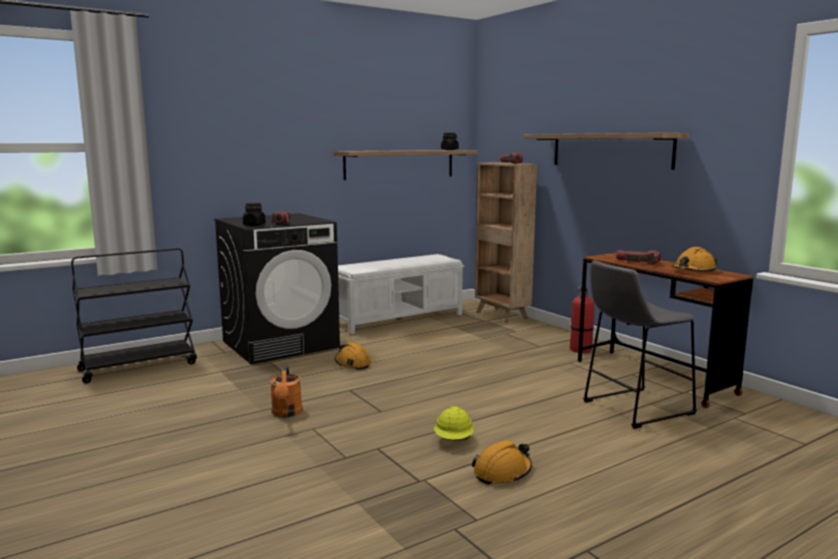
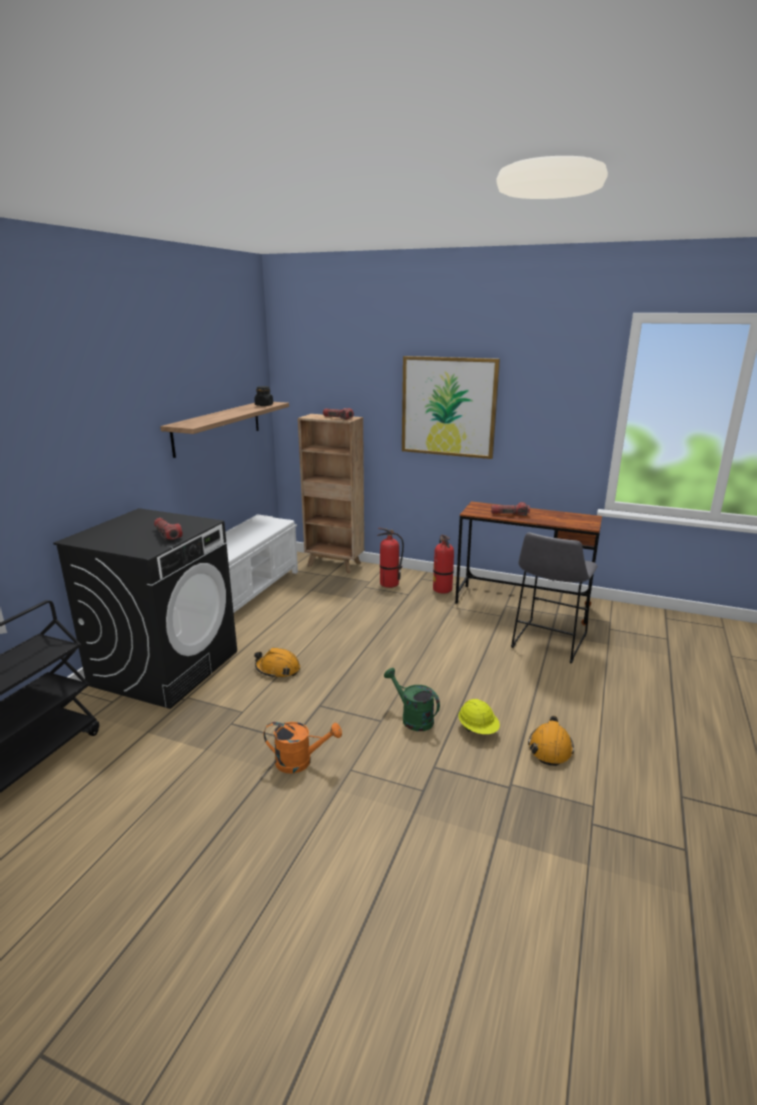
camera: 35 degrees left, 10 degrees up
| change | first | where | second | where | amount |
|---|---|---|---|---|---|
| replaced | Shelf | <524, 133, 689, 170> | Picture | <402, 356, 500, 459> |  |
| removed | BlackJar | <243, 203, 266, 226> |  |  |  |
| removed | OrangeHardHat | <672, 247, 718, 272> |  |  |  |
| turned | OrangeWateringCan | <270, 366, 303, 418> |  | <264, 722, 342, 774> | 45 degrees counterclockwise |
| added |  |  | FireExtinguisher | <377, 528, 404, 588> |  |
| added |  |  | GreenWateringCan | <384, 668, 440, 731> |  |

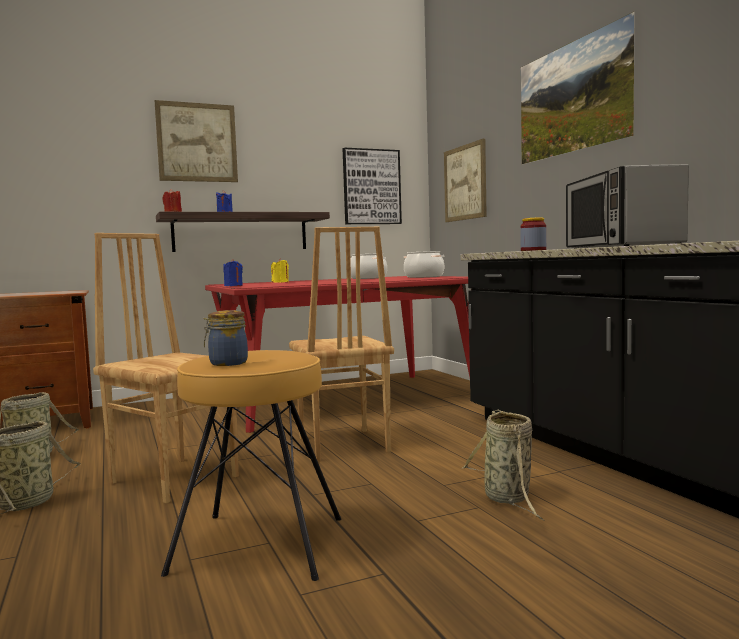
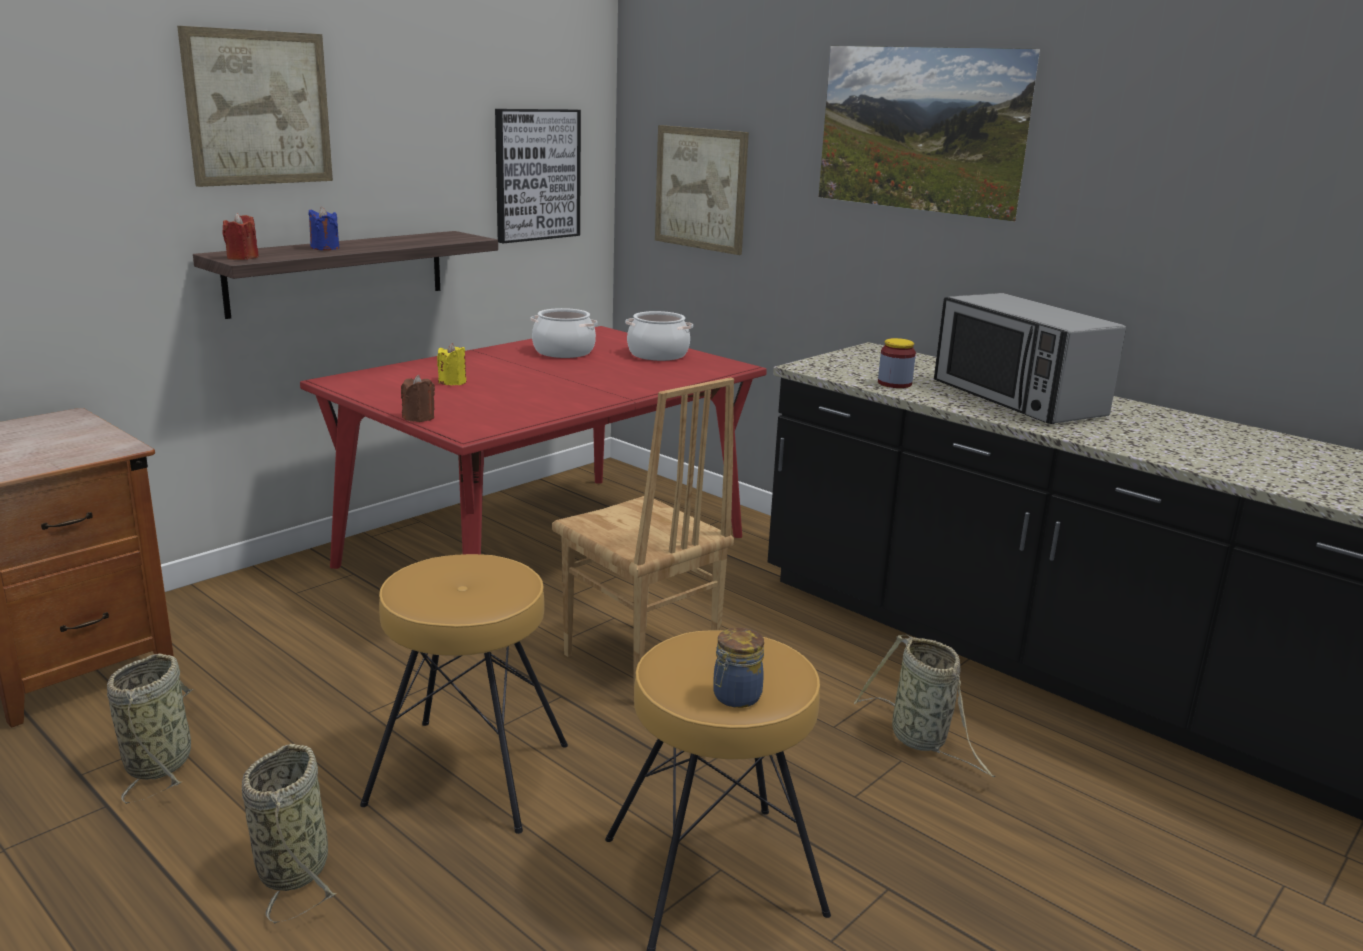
camera: 25 degrees left, 15 degrees up
| change | first | where | second | where | amount |
|---|---|---|---|---|---|
| replaced | BrownChair | <93, 233, 239, 504> | BrownStool | <360, 554, 568, 834> |  |
| recoloured | BlueCandle | <223, 259, 243, 286> | BrownCandle | <401, 375, 435, 422> |  |

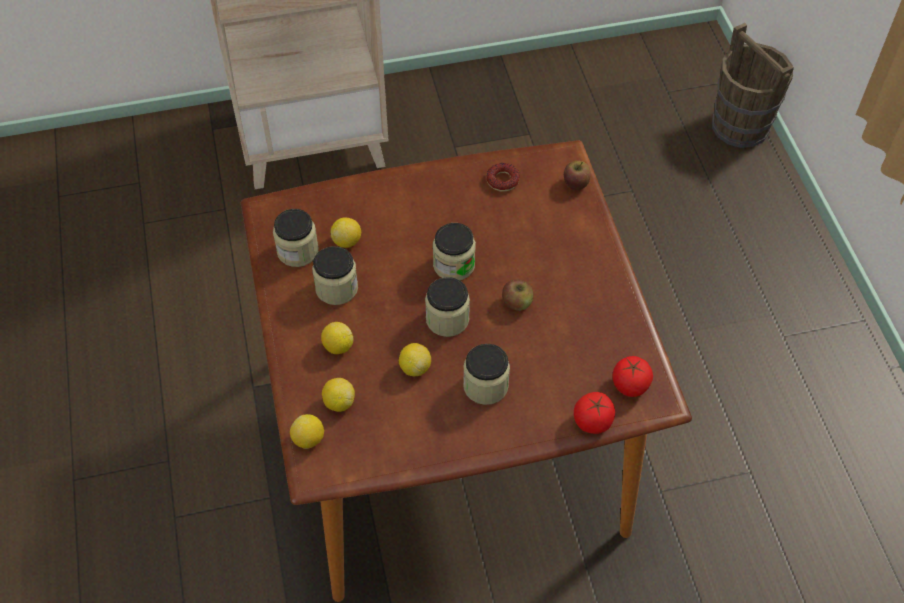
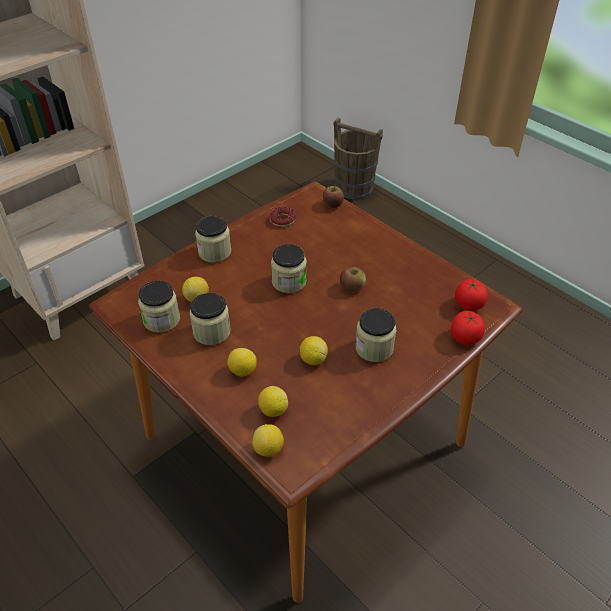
camera: 30 degrees left, 10 degrees down
| change | first | where | second | where | amount |
|---|---|---|---|---|---|
| moved | Jar | <425, 277, 470, 337> |  | <195, 216, 231, 263> |  |

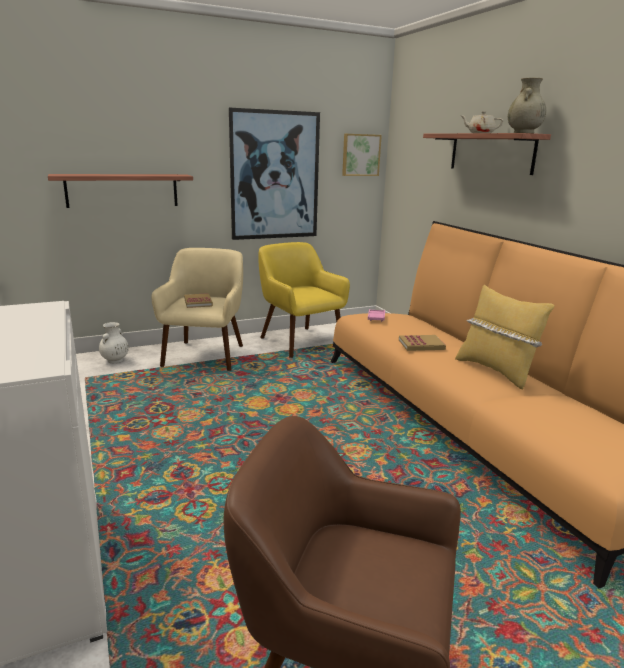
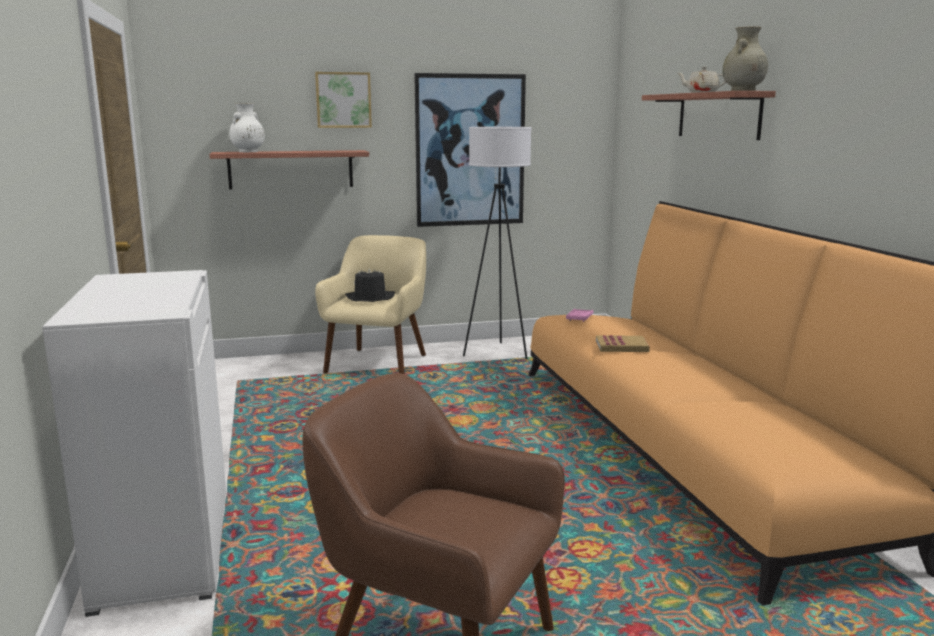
camera: 10 degrees right, 5 degrees down
| change | first | where | second | where | amount |
|---|---|---|---|---|---|
| moved | Picture | <342, 134, 382, 176> |  | <315, 72, 372, 128> |  |
| replaced | YellowArmchair | <259, 242, 350, 358> | WhiteFloorLamp | <463, 127, 532, 359> |  |
| removed | YellowPillow | <455, 285, 554, 390> |  |  |  |
| replaced | Book | <184, 293, 213, 308> | BlackHat | <345, 268, 395, 302> |  |
| moved | WhiteVase | <99, 322, 129, 363> |  | <229, 103, 265, 152> |  |

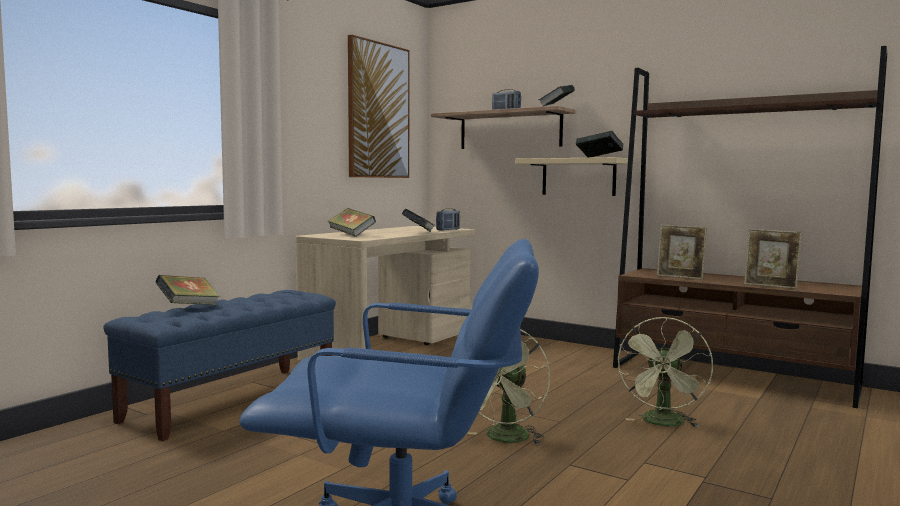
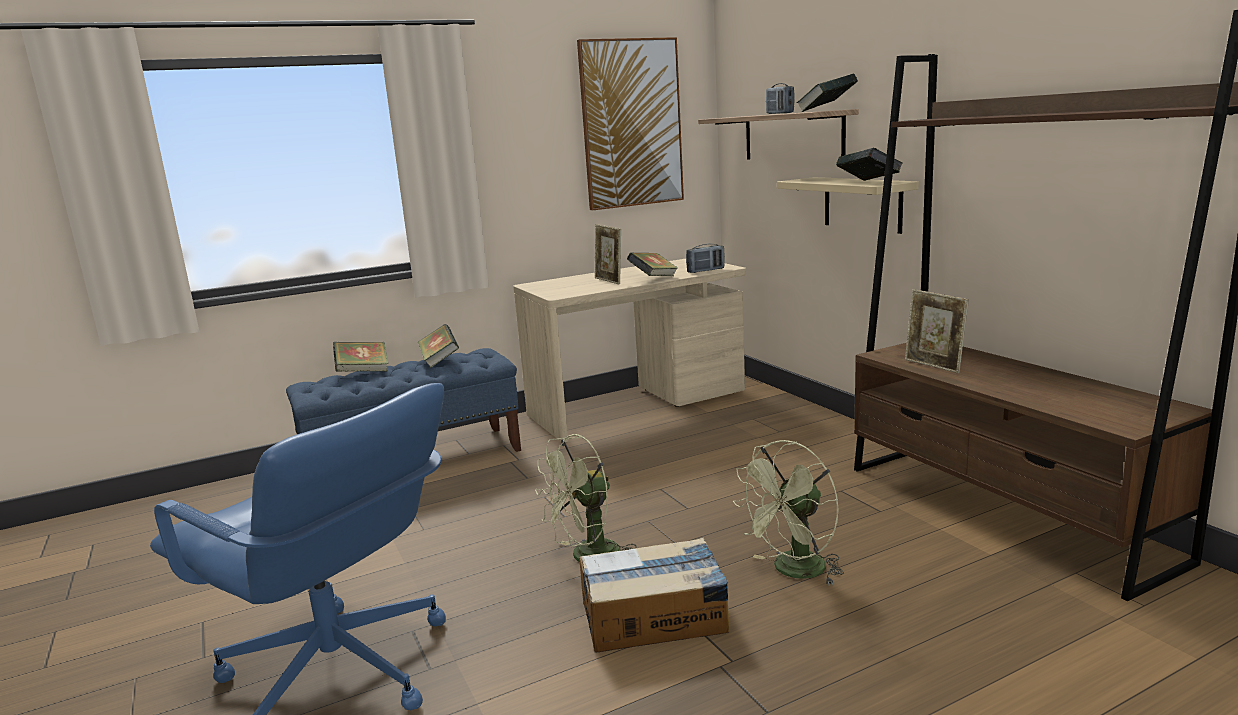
camera: 30 degrees right, 10 degrees up
| change | first | where | second | where | amount |
|---|---|---|---|---|---|
| moved | Book | <328, 208, 376, 237> |  | <418, 324, 459, 368> |  |
| moved | PictureFrame | <744, 229, 802, 289> |  | <595, 224, 621, 284> |  |
| added |  |  | CardboardBox | <579, 537, 729, 653> |  |

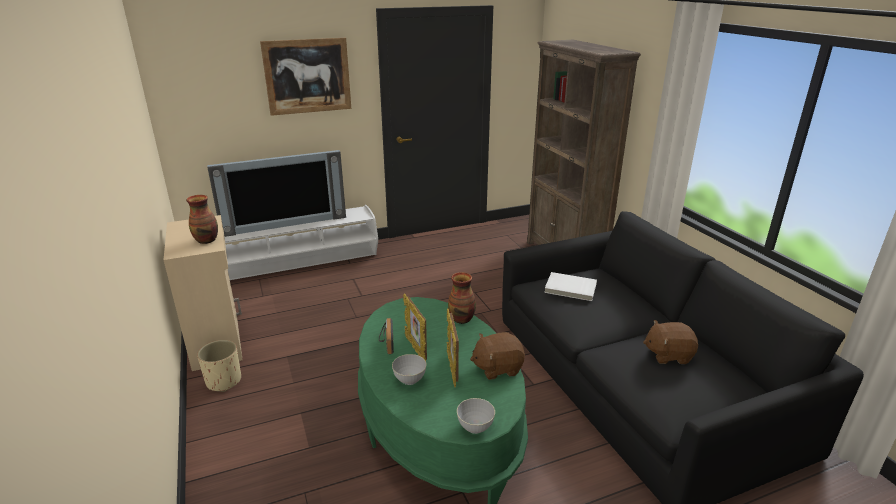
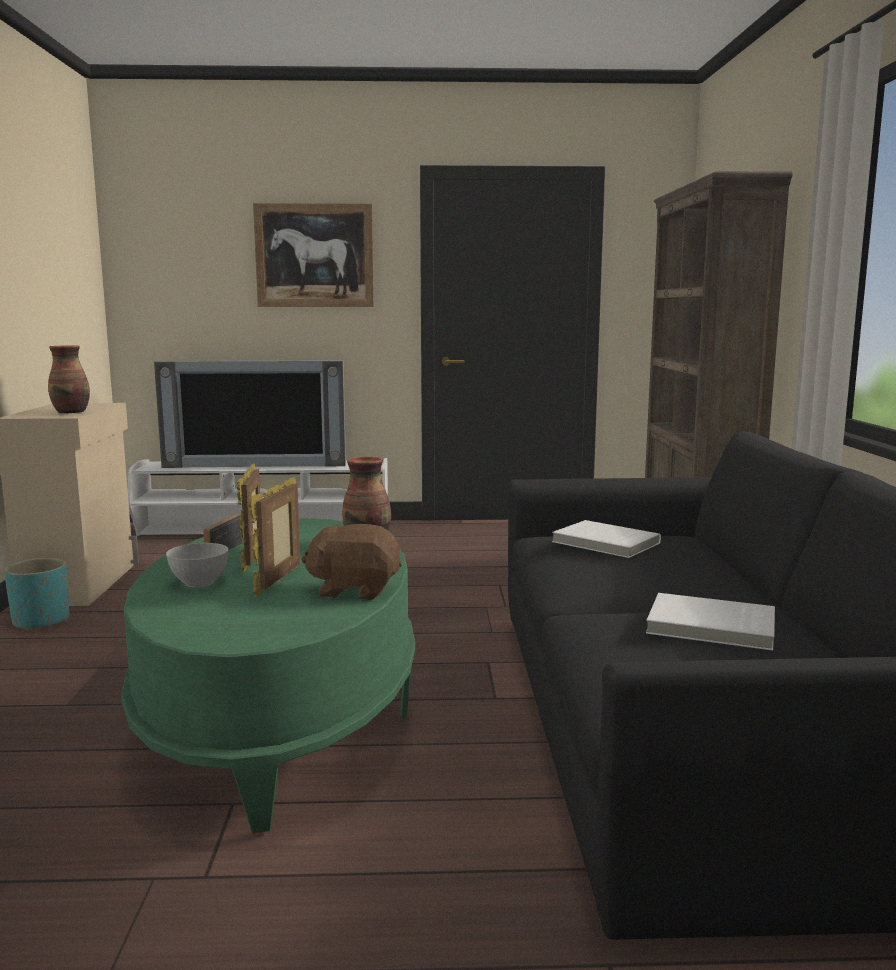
camera: 20 degrees right, 15 degrees down
| change | first | where | second | where | amount |
|---|---|---|---|---|---|
| replaced | BrownPlushToy | <643, 320, 698, 364> | WhiteBook | <646, 593, 775, 650> |  |
| recoloured | BeigePlanter | <197, 340, 241, 392> | TurquoisePlanter | <4, 558, 69, 631> |  |
| removed | GreyBowl | <457, 398, 495, 434> |  |  |  |

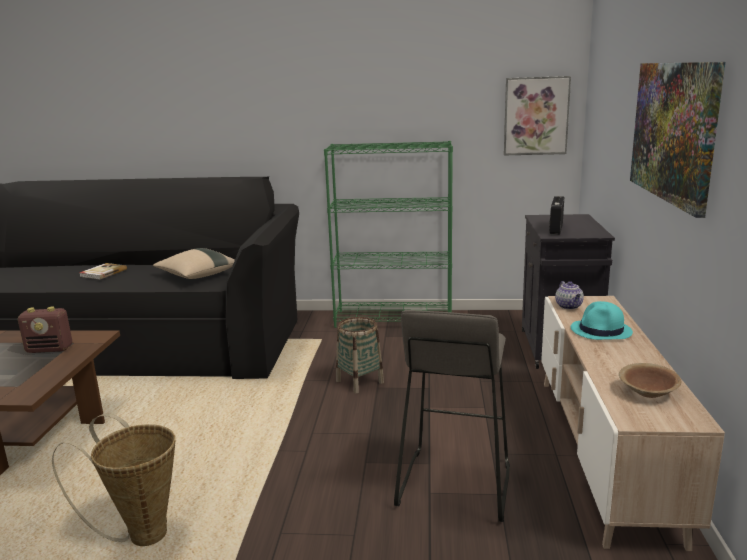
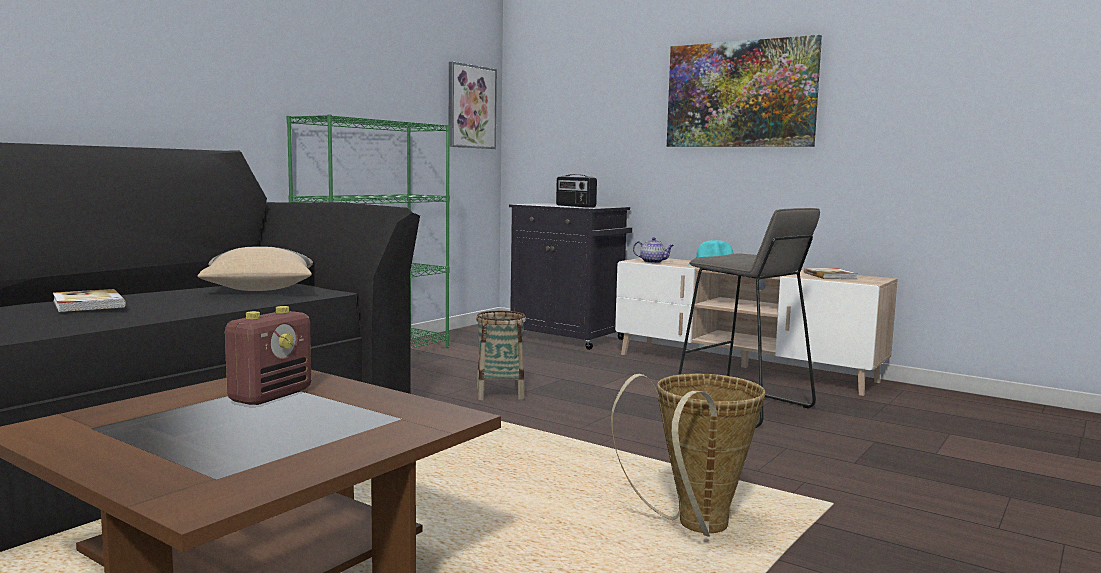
camera: 60 degrees left, 10 degrees down
| change | first | where | second | where | amount |
|---|---|---|---|---|---|
| replaced | BrownBowl | <619, 363, 681, 398> | Book | <804, 268, 858, 279> |  |

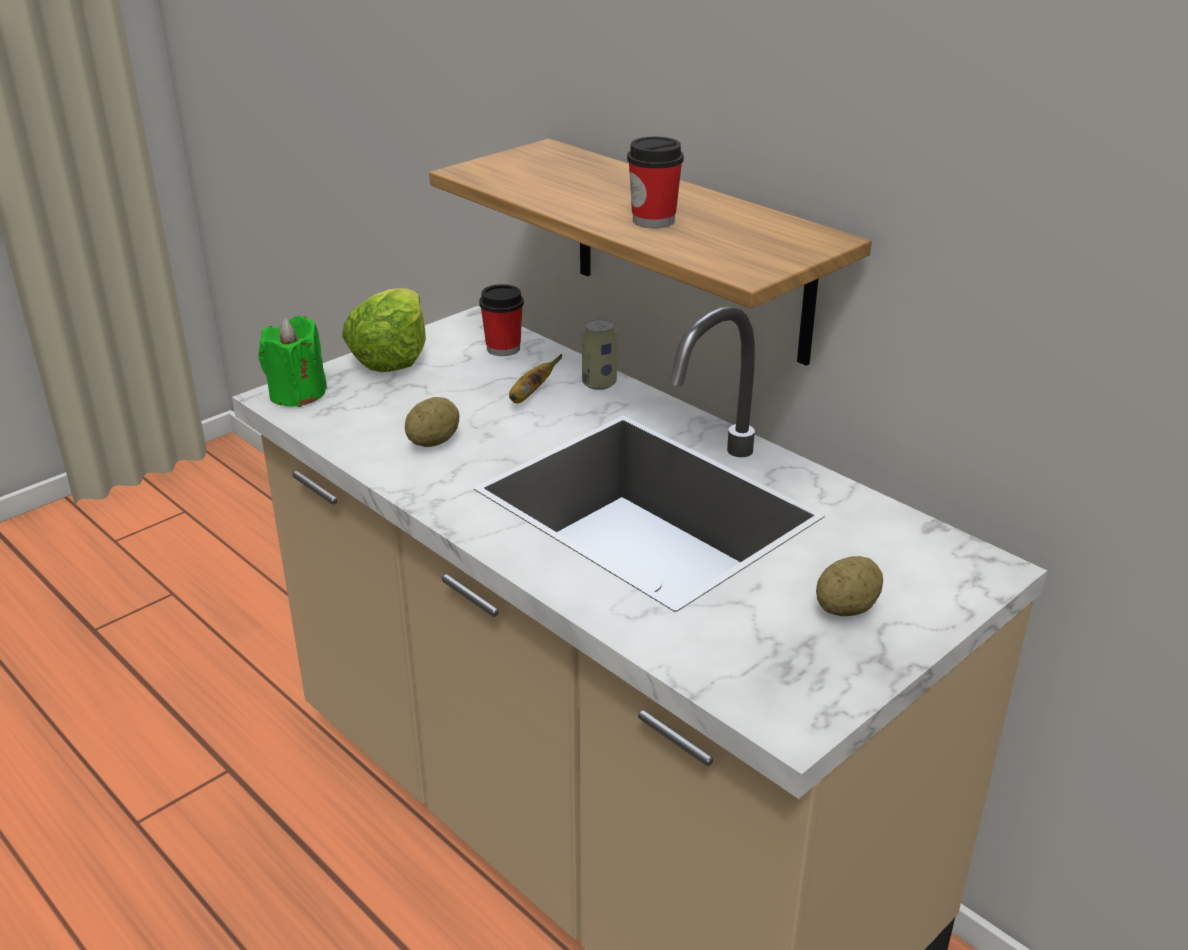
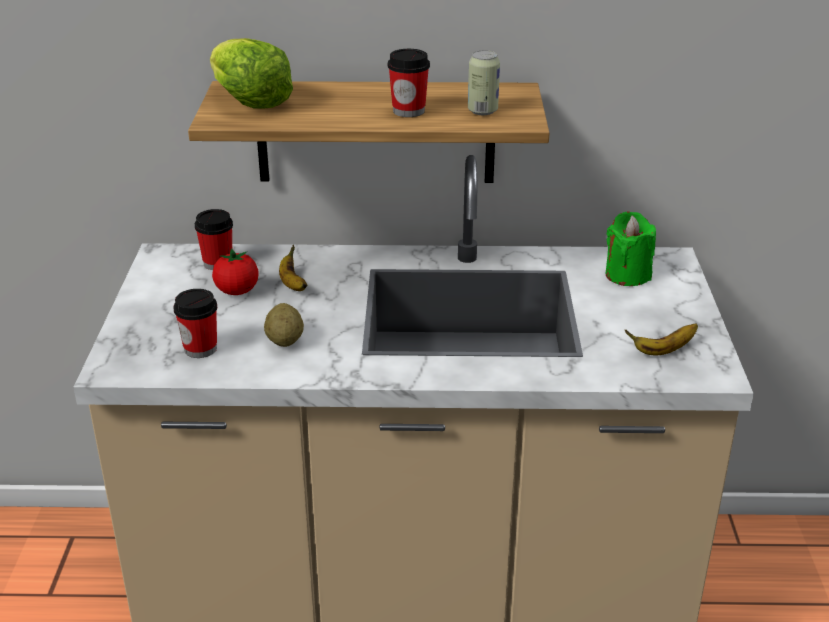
camera: 45 degrees left, 0 degrees up
| change | first | where | second | where | amount |
|---|---|---|---|---|---|
| moved | Lettuce | <342, 288, 426, 372> |  | <210, 38, 293, 109> |  |
| moved | GreenCandle | <258, 316, 327, 407> |  | <605, 211, 656, 286> |  |
| moved | Can | <582, 319, 617, 390> |  | <468, 50, 500, 115> |  |
| removed | Potato | <816, 556, 883, 616> |  |  |  |
| added |  |  | Tomato | <212, 248, 259, 295> |  |
| added |  |  | Cup | <173, 289, 217, 358> |  |
| added |  |  | Banana | <625, 323, 698, 355> |  |

